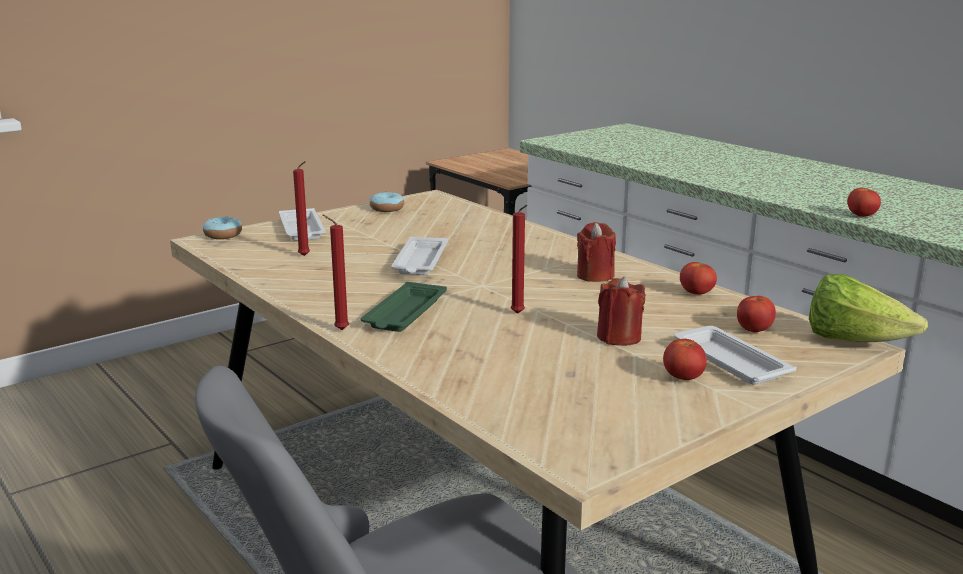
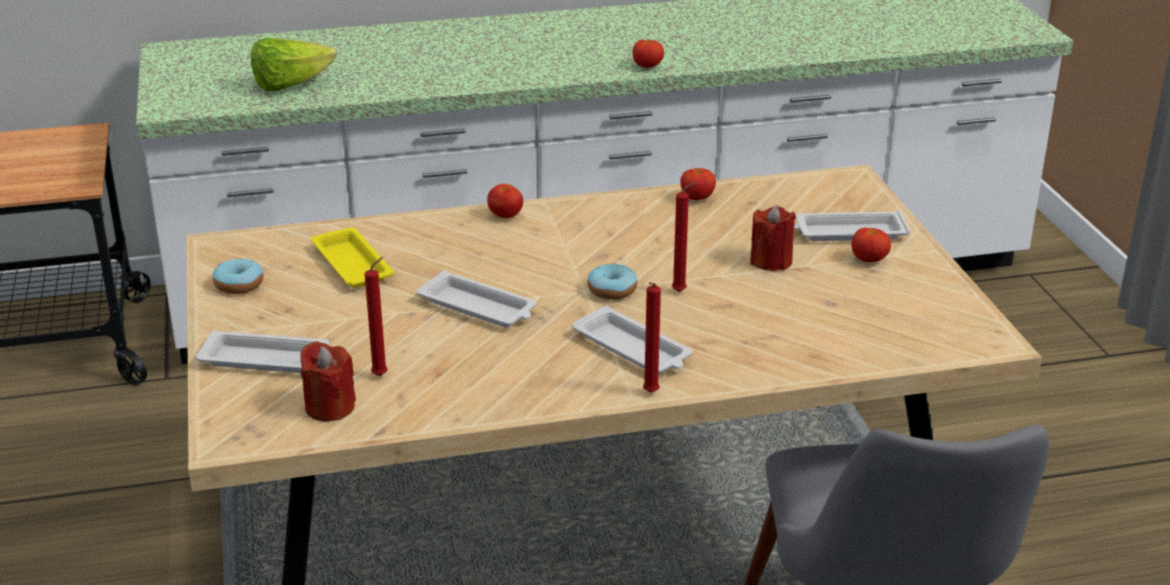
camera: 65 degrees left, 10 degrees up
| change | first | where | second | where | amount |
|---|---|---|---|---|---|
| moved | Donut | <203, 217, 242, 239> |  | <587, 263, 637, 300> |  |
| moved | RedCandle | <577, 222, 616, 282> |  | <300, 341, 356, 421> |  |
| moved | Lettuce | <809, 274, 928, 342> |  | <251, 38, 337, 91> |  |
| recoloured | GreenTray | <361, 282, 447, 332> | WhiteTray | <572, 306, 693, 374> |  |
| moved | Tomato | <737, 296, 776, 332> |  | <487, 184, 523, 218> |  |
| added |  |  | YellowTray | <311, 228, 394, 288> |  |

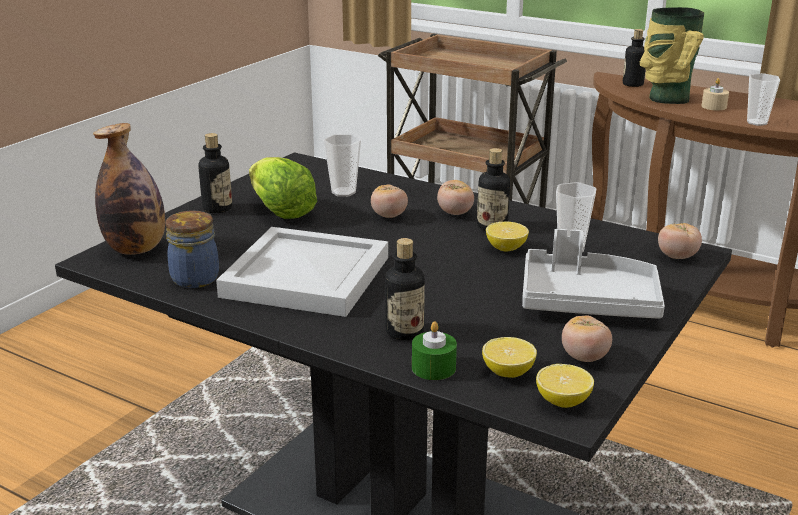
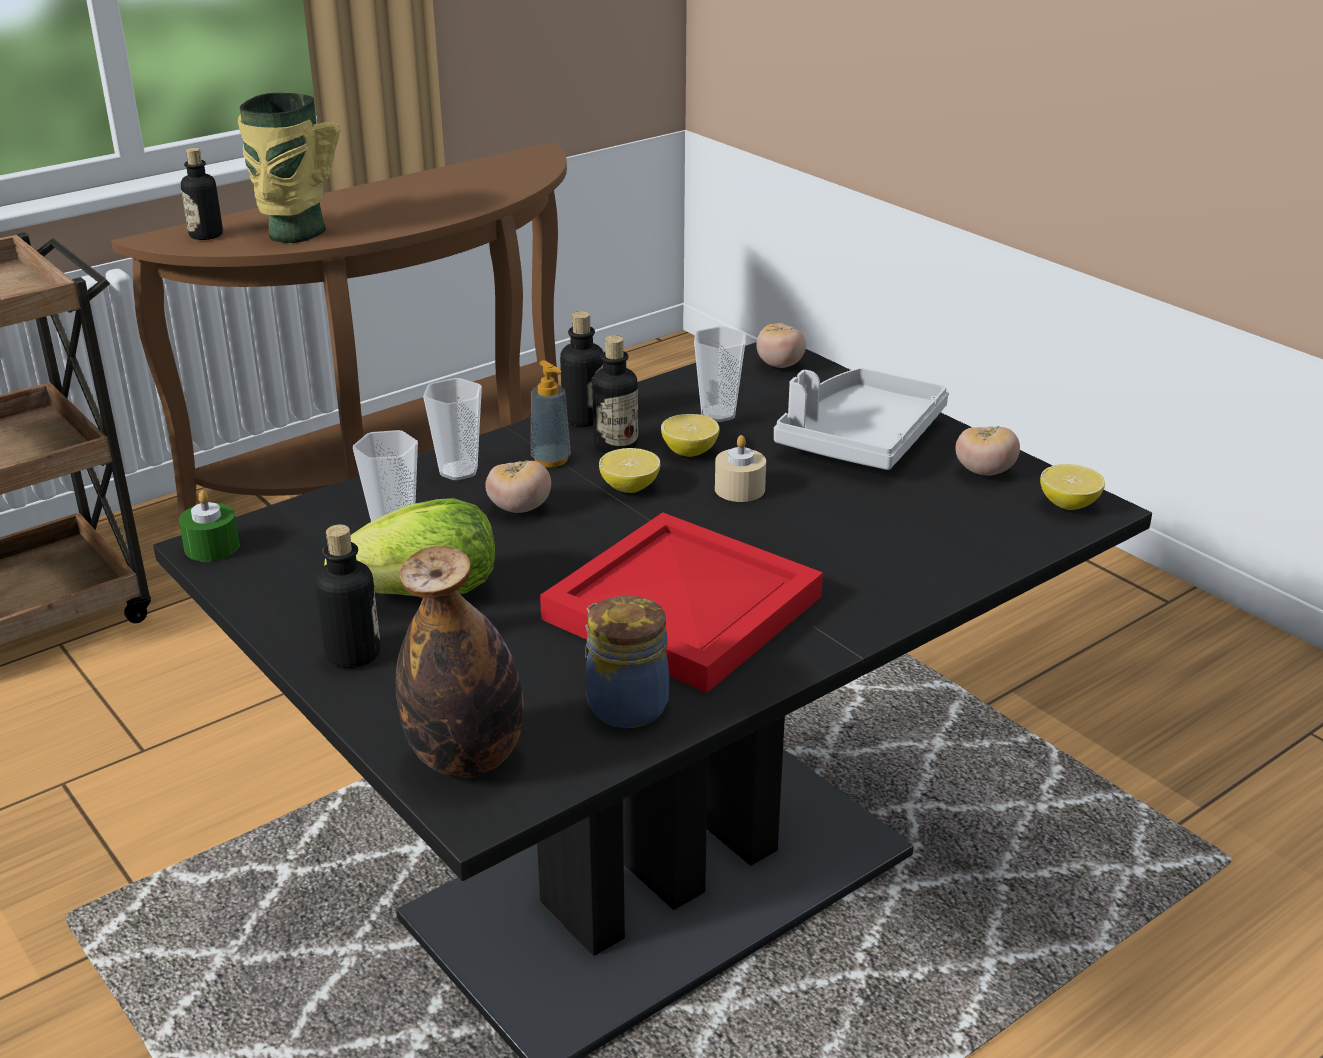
camera: 70 degrees left, 5 degrees up
| change | first | where | second | where | amount |
|---|---|---|---|---|---|
| moved | Cup | <747, 73, 780, 126> |  | <423, 378, 482, 480> |  |
| moved | BeigeCandle | <701, 78, 729, 111> |  | <715, 435, 766, 502> |  |
| replaced | Tomato | <437, 180, 474, 215> | SoapDispenser | <531, 360, 571, 468> |  |
| recoloured | WhiteTray | <216, 227, 388, 317> | RedTray | <540, 512, 823, 693> |  |
| moved | Bottle | <385, 238, 425, 340> |  | <560, 311, 603, 427> |  |
| moved | GreenCandle | <412, 321, 457, 380> |  | <179, 490, 240, 561> |  |
| moved | Lemon | <482, 337, 537, 378> |  | <599, 448, 660, 493> |  |

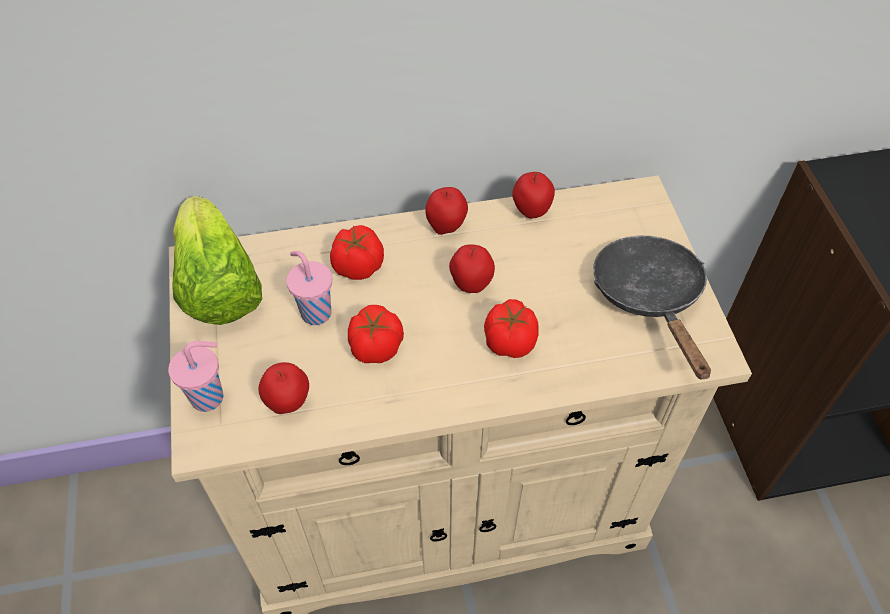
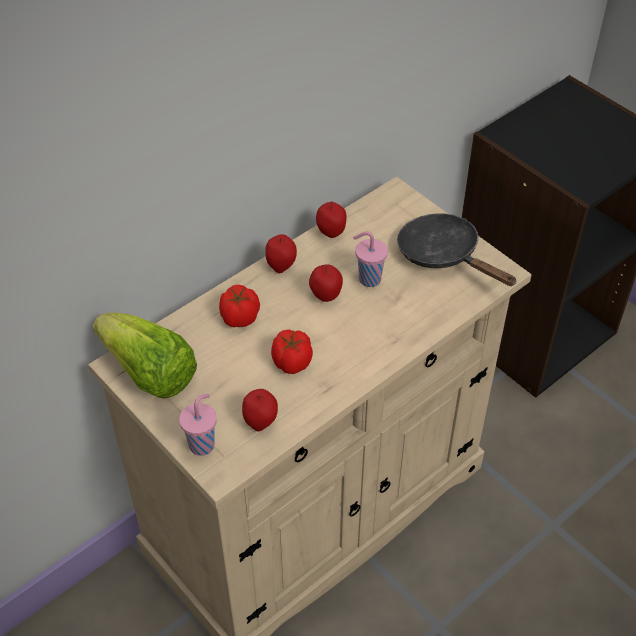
camera: 30 degrees left, 5 degrees down
| change | first | where | second | where | amount |
|---|---|---|---|---|---|
| moved | PinkCup | <286, 251, 332, 325> |  | <353, 231, 388, 287> |  |
| removed | Tomato | <484, 299, 538, 358> |  |  |  |

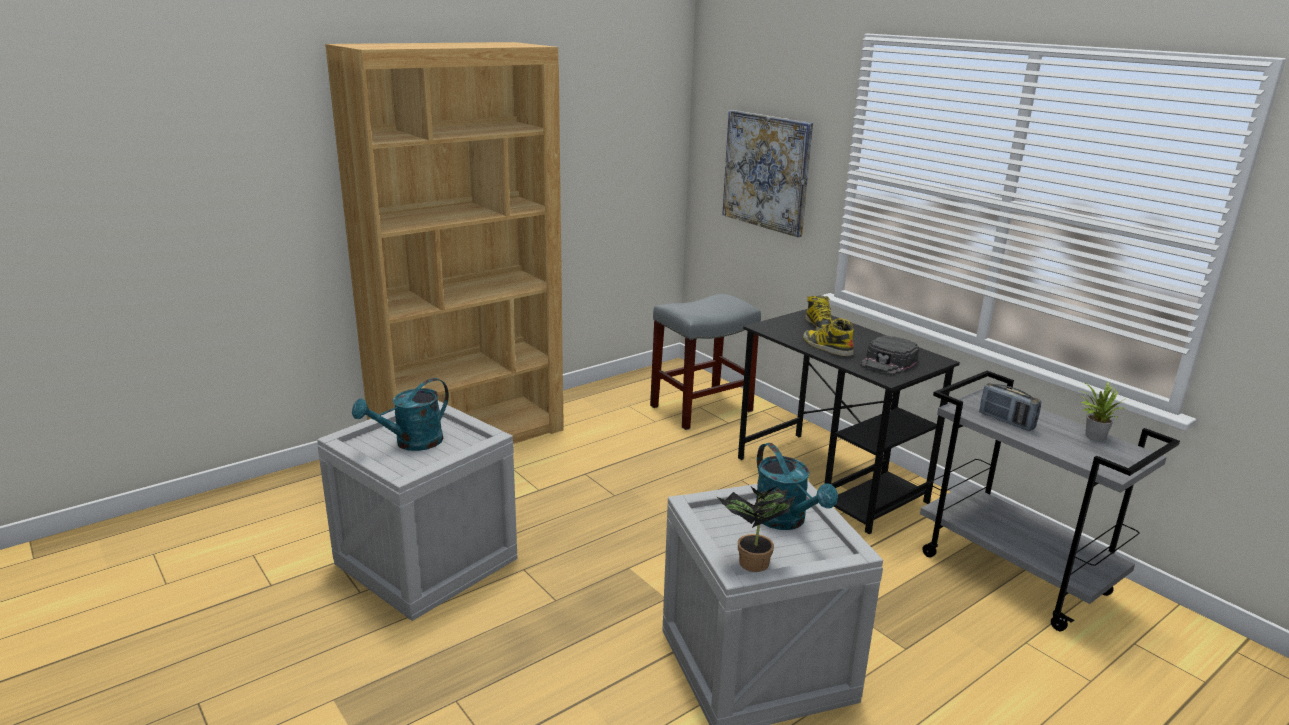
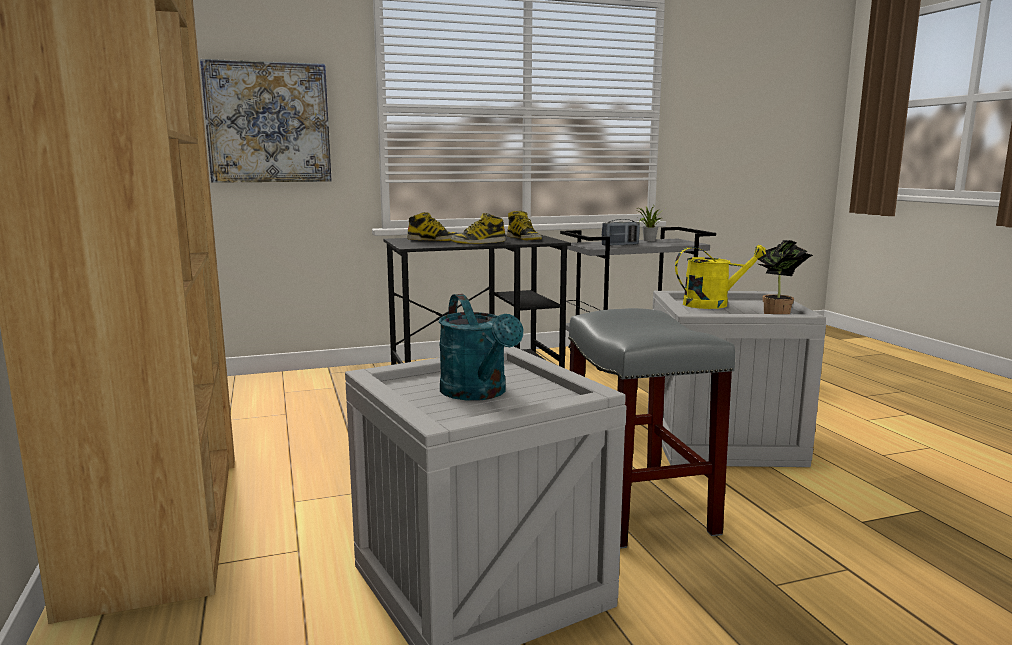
camera: 70 degrees left, 10 degrees down
| change | first | where | second | where | amount |
|---|---|---|---|---|---|
| moved | GreyStool | <650, 293, 761, 430> |  | <568, 308, 735, 549> |  |
| replaced | BlackCap | <860, 335, 919, 375> | Boot | <507, 211, 542, 240> |  |
| recoloured | TurquoiseWateringCan | <756, 443, 838, 530> | YellowWateringCan | <675, 245, 766, 309> |  |

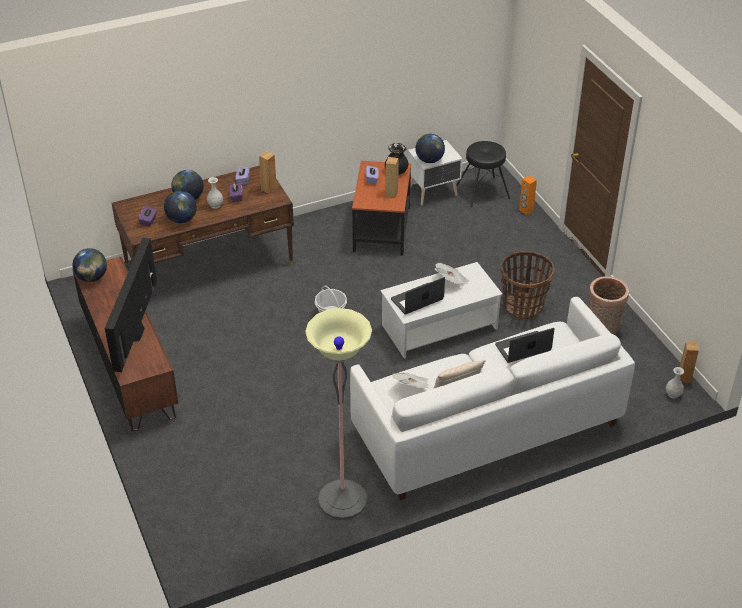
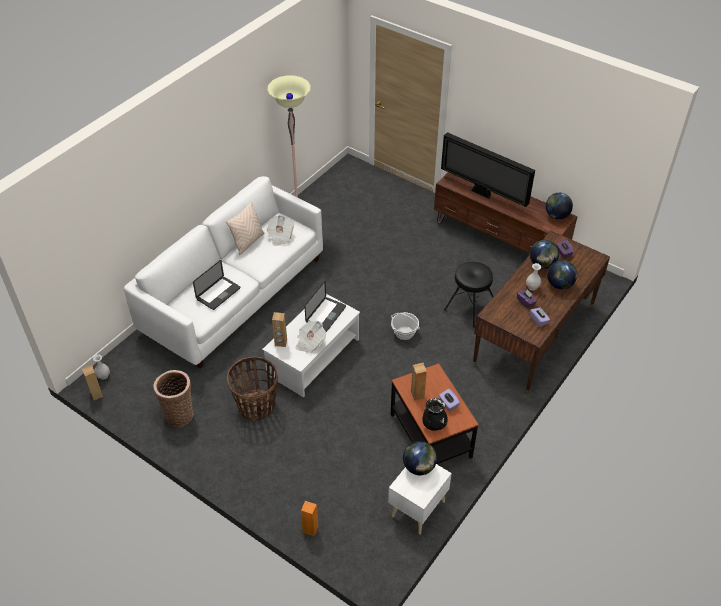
camera: 150 degrees right, 5 degrees up
| change | first | where | second | where | amount |
|---|---|---|---|---|---|
| moved | BlackStool | <456, 141, 510, 208> |  | <444, 262, 493, 328> |  |
| moved | BrownSpeaker | <259, 151, 277, 194> |  | <272, 312, 287, 347> |  |
| turned | Television | <105, 238, 157, 372> |  | <441, 132, 535, 207> | 150 degrees clockwise |

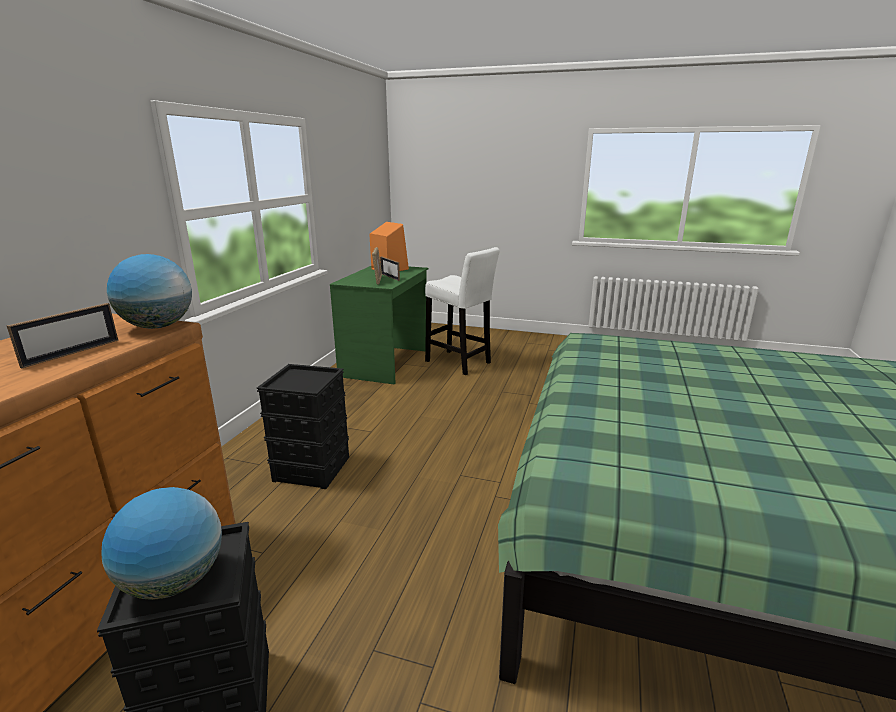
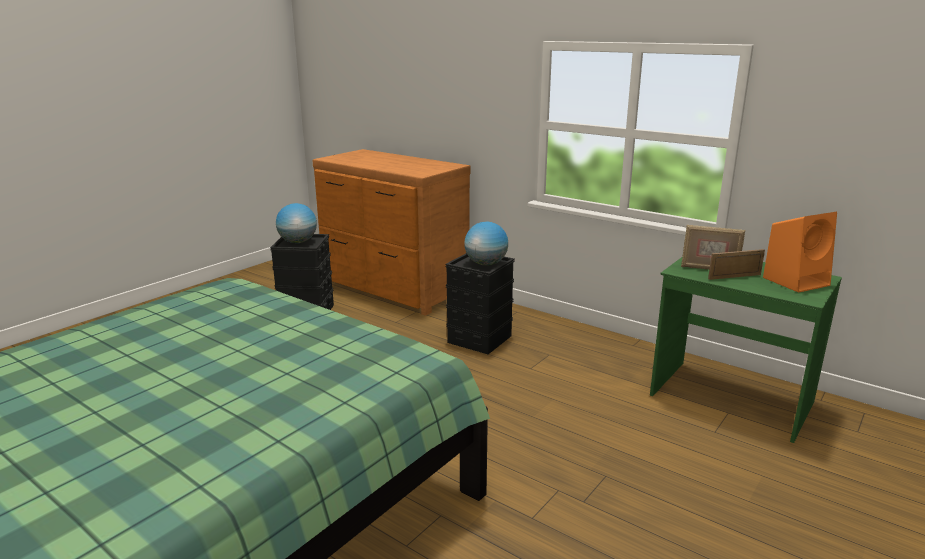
camera: 110 degrees right, 0 degrees up
| change | first | where | second | where | amount |
|---|---|---|---|---|---|
| removed | WhiteStool | <425, 247, 500, 375> |  |  |  |
| moved | Globe | <107, 254, 192, 329> |  | <464, 222, 508, 266> |  |
| removed | PictureFrame | <7, 303, 118, 368> |  |  |  |

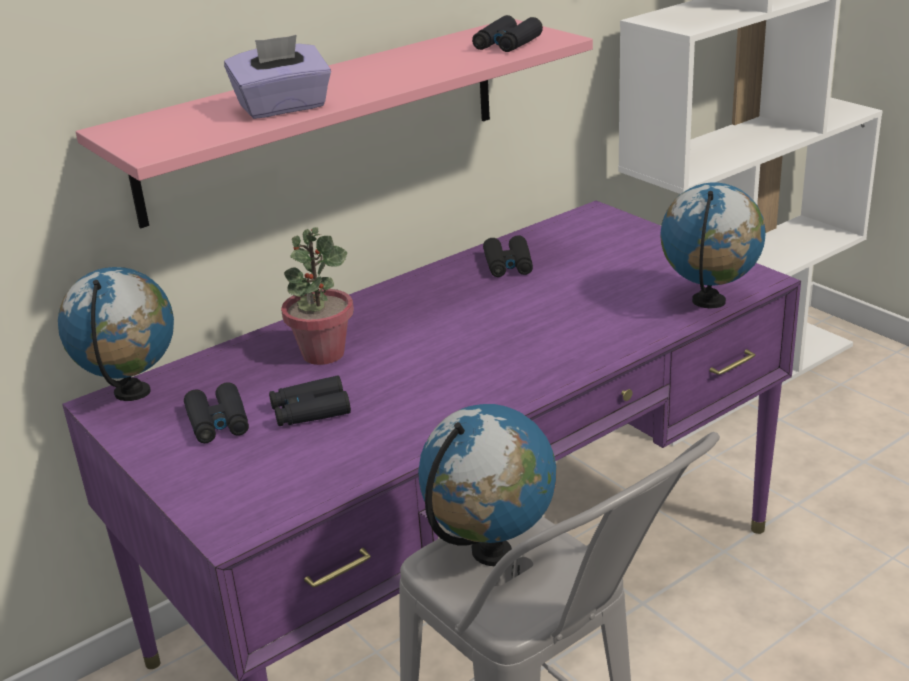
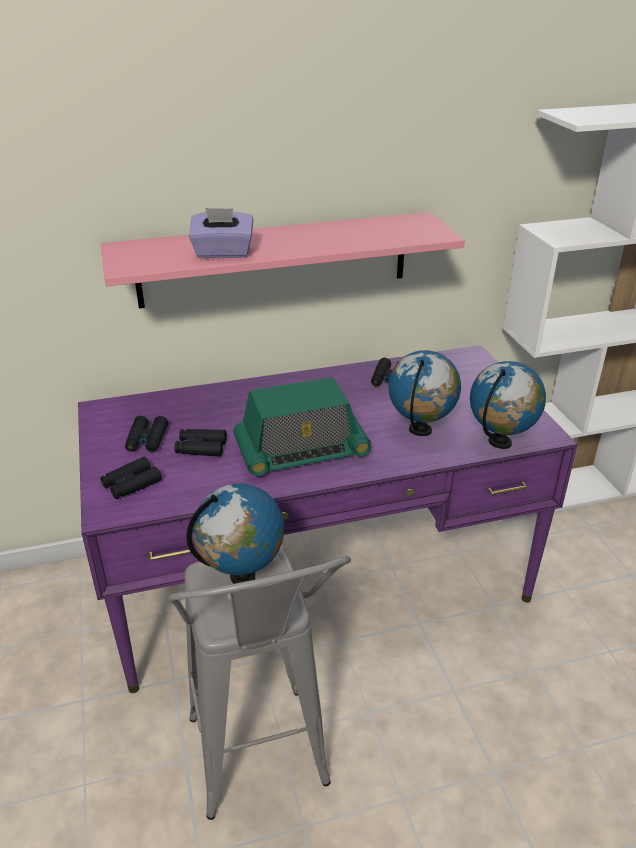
camera: 20 degrees right, 5 degrees up
| change | first | where | second | where | amount |
|---|---|---|---|---|---|
| moved | BlackBinoculars | <472, 15, 543, 52> |  | <100, 457, 162, 499> |  |
| removed | PottedPlant | <281, 227, 354, 365> |  |  |  |
| moved | Globe | <58, 267, 174, 401> |  | <388, 350, 461, 436> |  |
| added |  |  | Radio | <233, 377, 371, 476> |  |

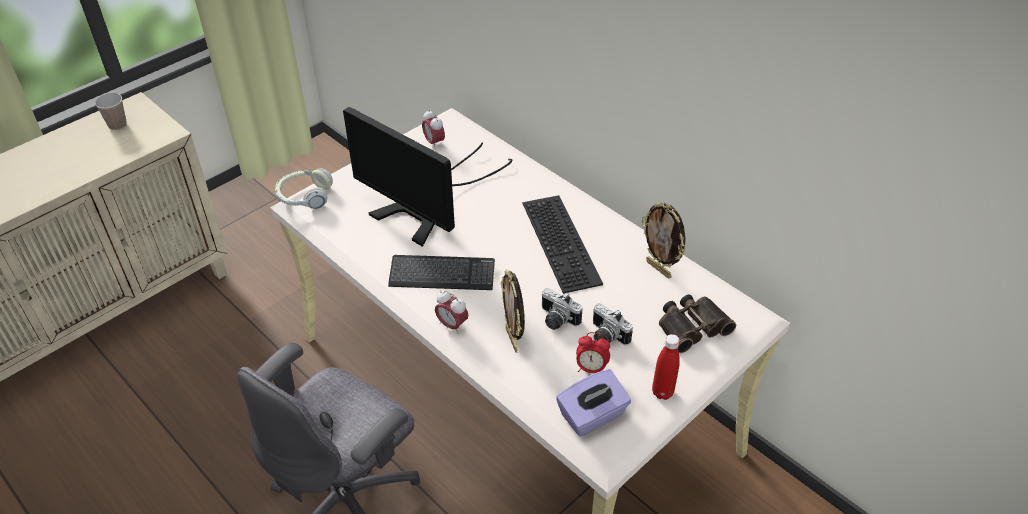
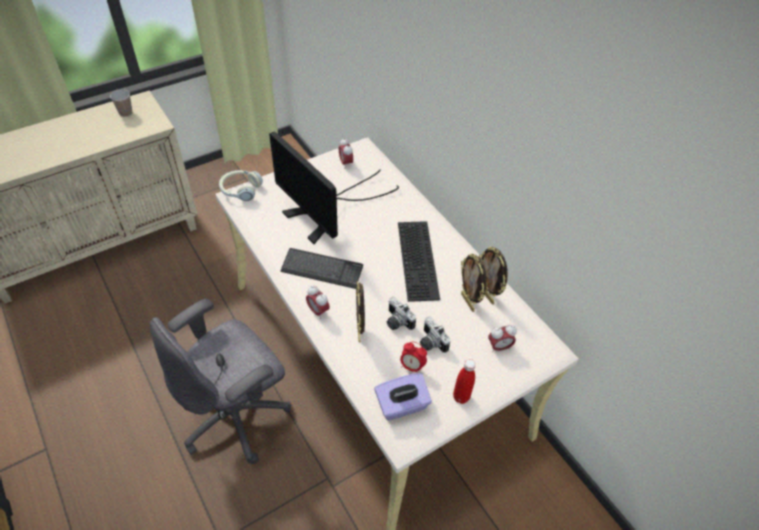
camera: 10 degrees right, 5 degrees up
| change | first | where | second | where | amount |
|---|---|---|---|---|---|
| replaced | Binoculars | <659, 295, 736, 353> | AlarmClock | <488, 325, 517, 352> |  |
| added |  |  | PictureFrame | <461, 254, 487, 312> |  |

